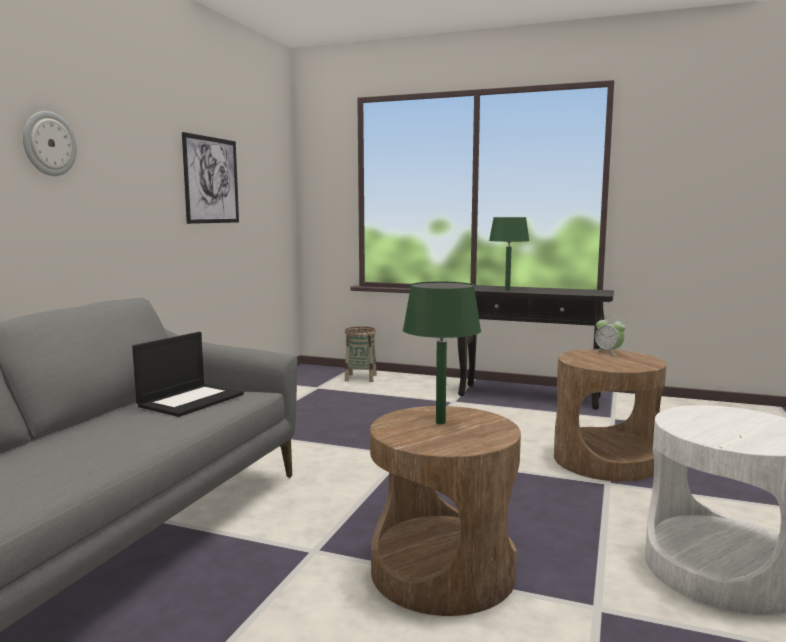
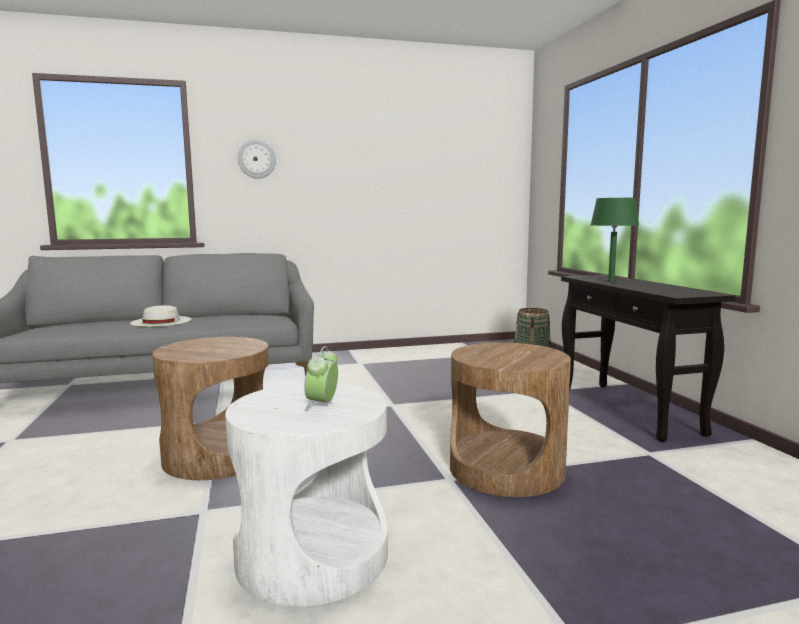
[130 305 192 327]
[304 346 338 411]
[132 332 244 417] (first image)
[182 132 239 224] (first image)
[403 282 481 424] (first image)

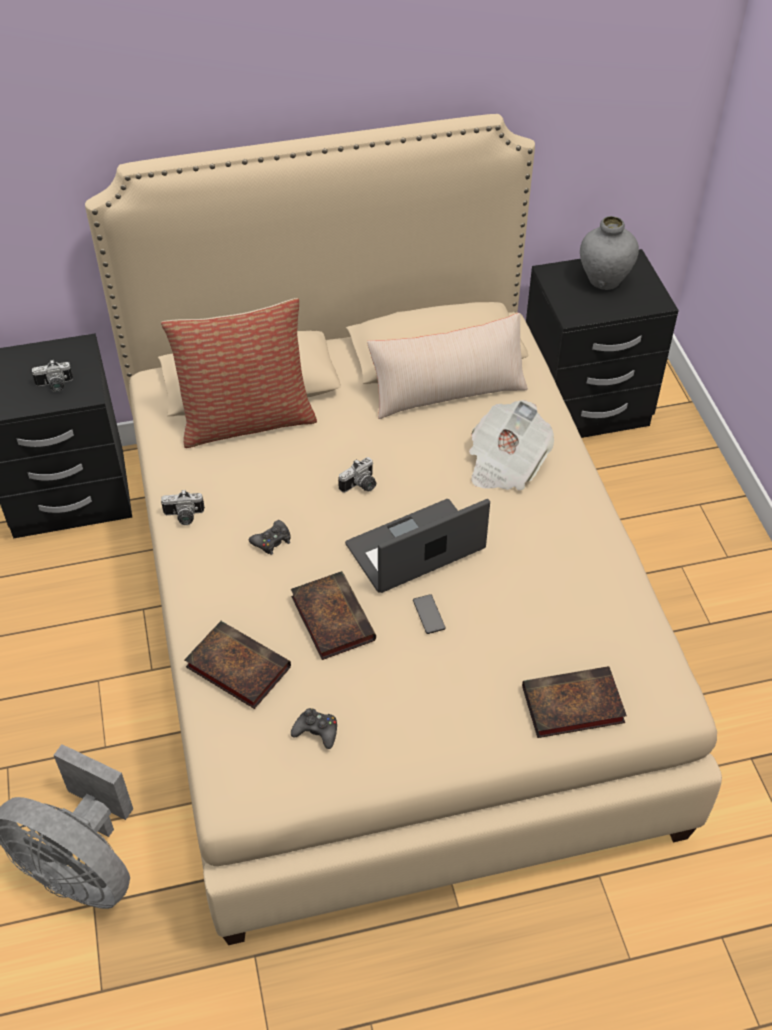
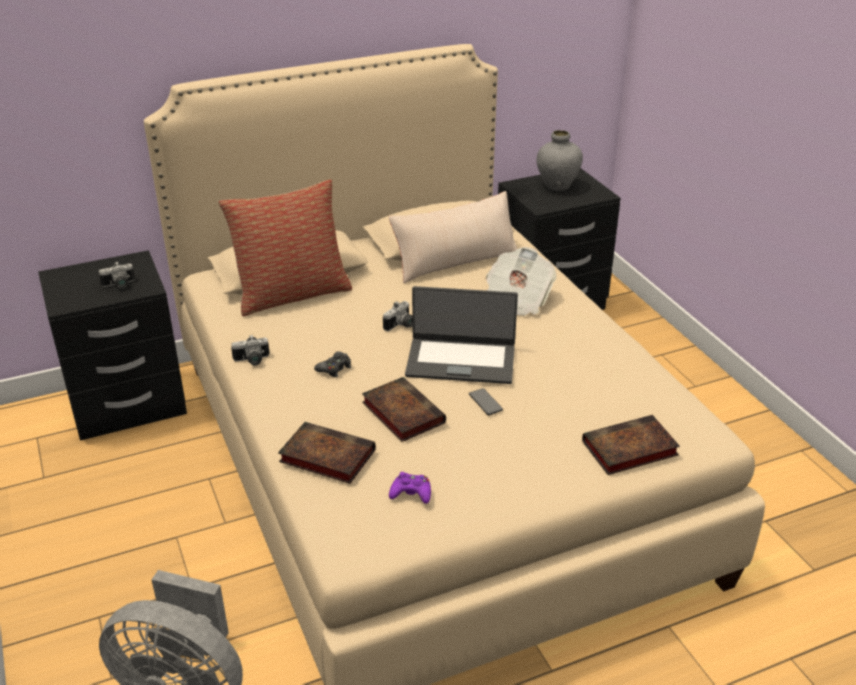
[389 472 431 504]
[405 286 518 384]

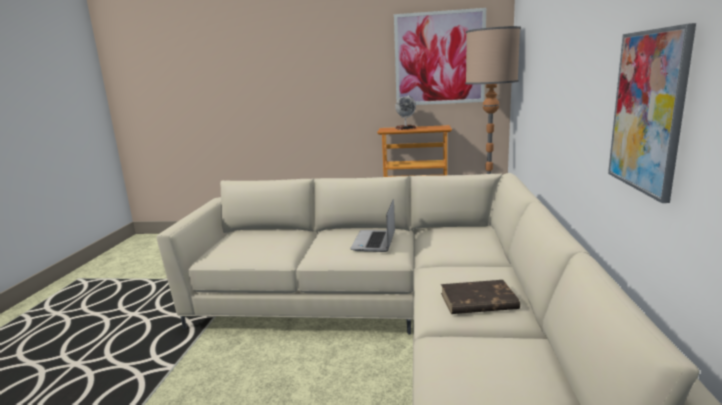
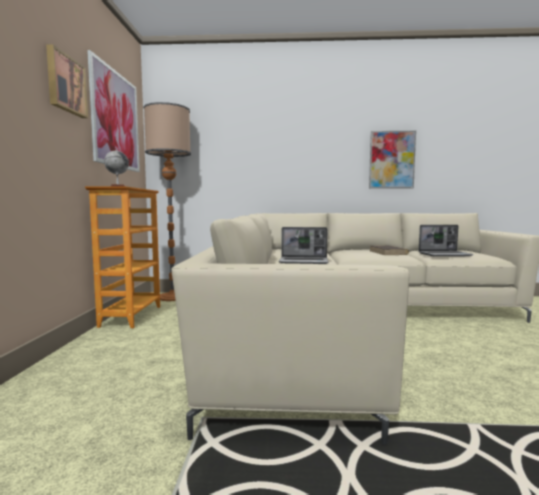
[46 44 88 118]
[419 225 474 256]

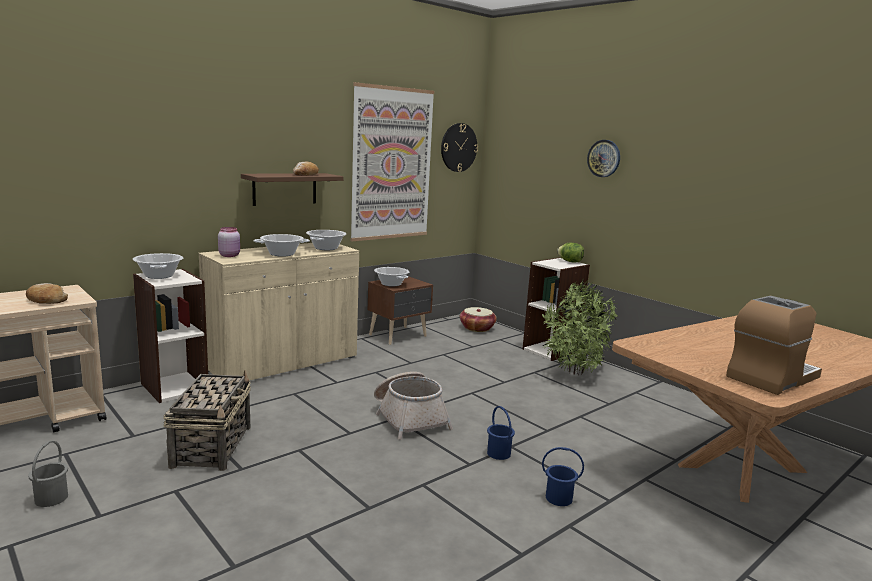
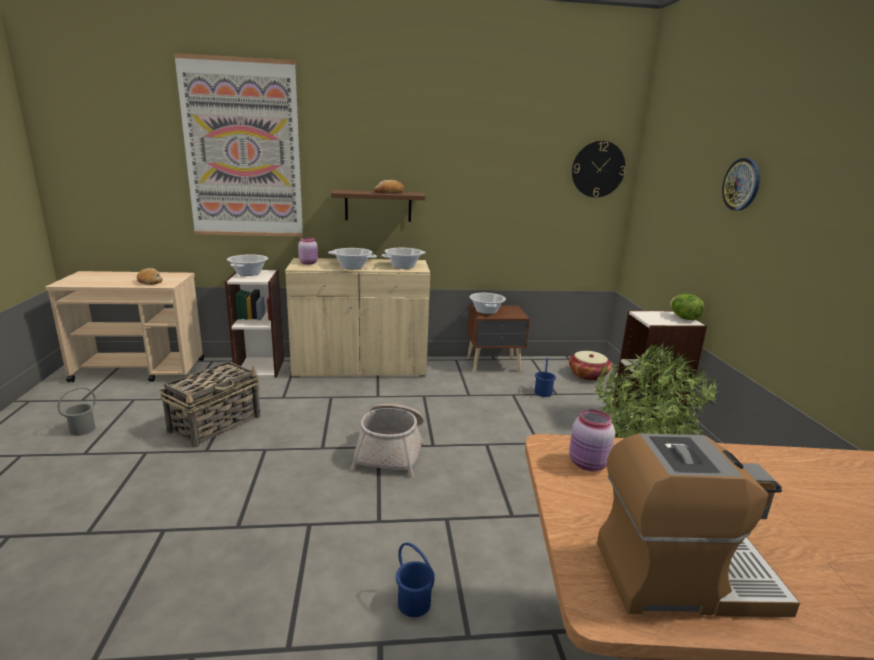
[174 53 303 237]
[535 357 556 397]
[569 409 615 471]

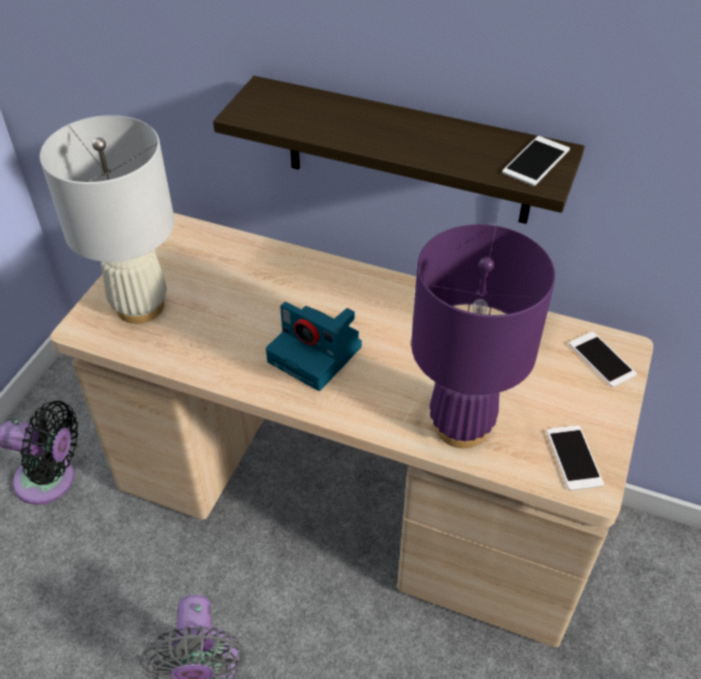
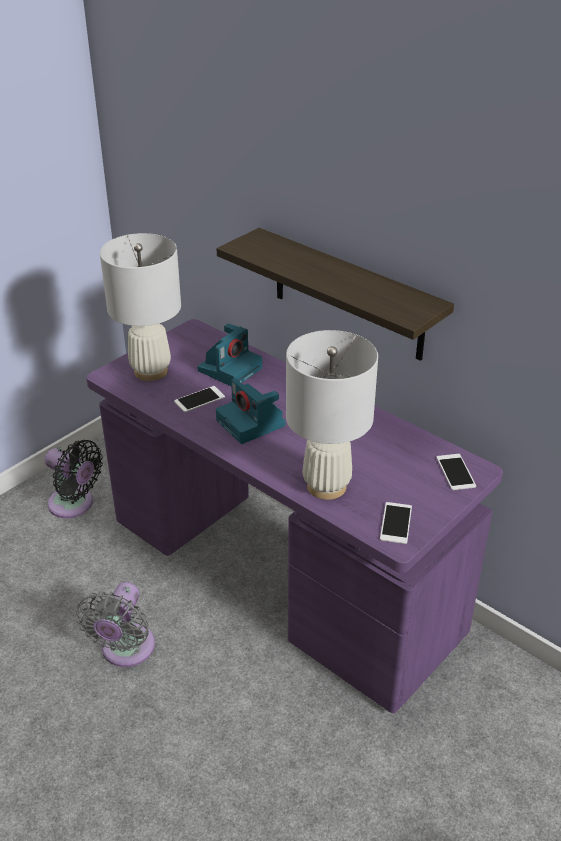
[86 319 503 713]
[174 386 225 412]
[197 323 262 386]
[286 330 378 500]

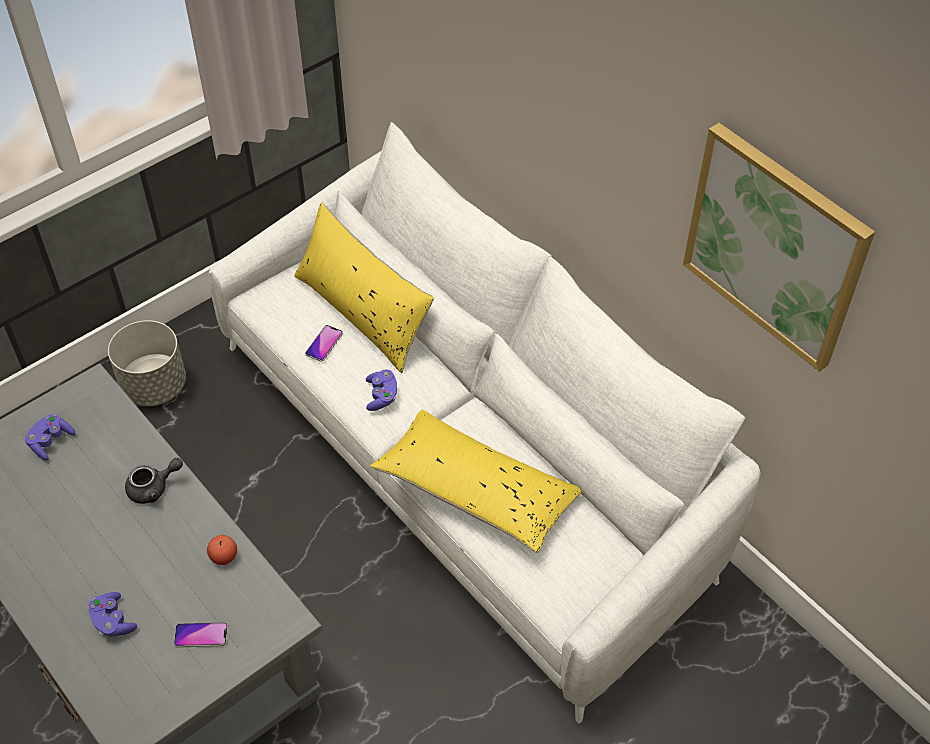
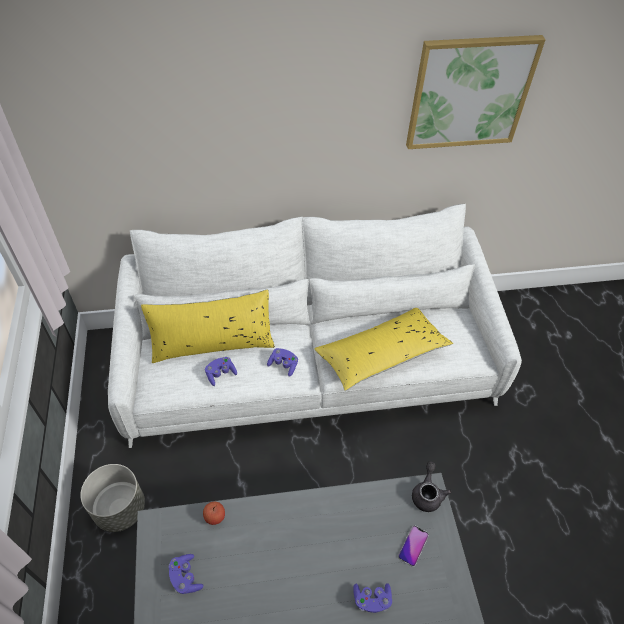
[203 502 225 525]
[205 357 237 386]
[412 461 452 512]

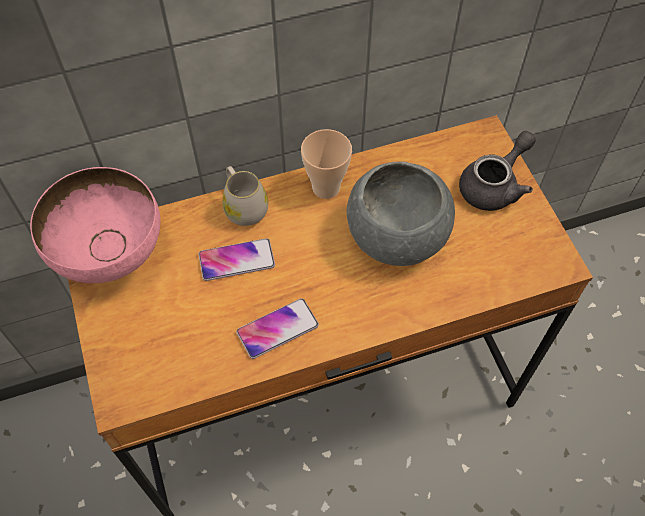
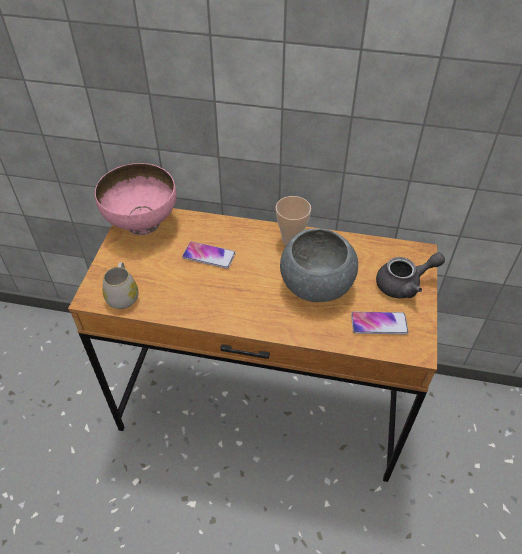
[103 262 138 309]
[351 312 408 334]

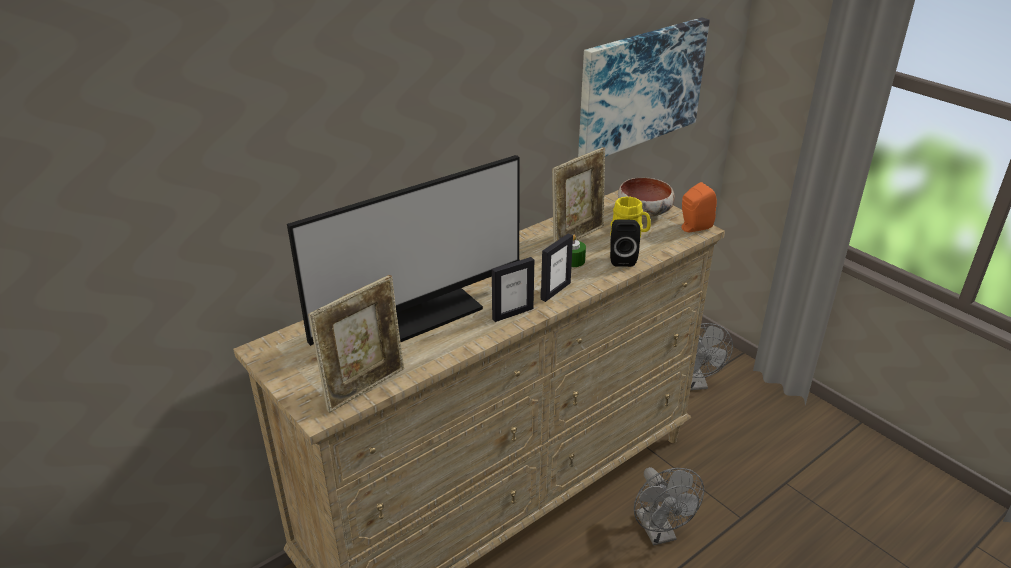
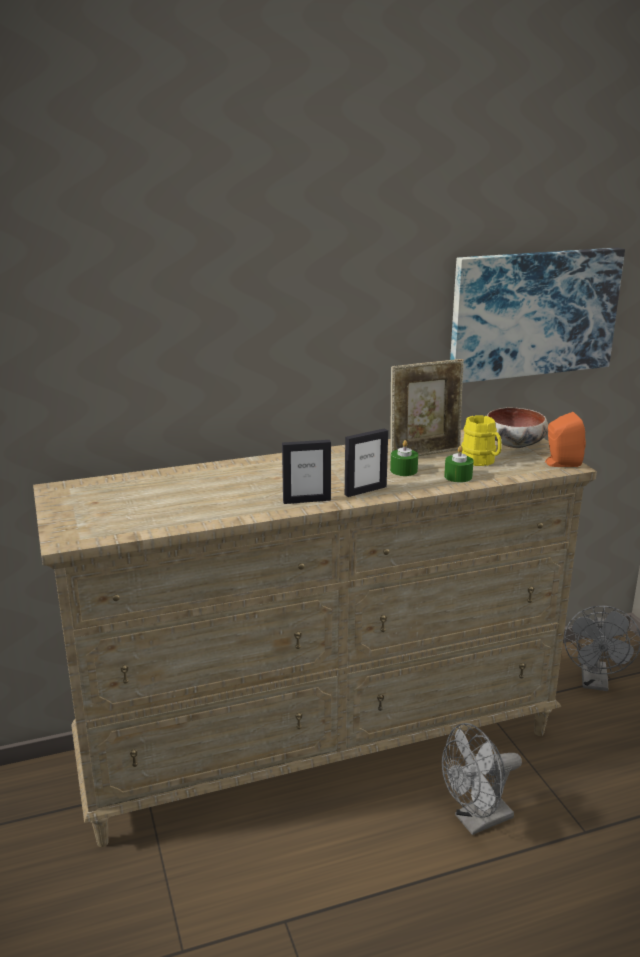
[442 723 522 835]
[444 446 474 483]
[287 155 520 346] (first image)
[308 275 404 413] (first image)

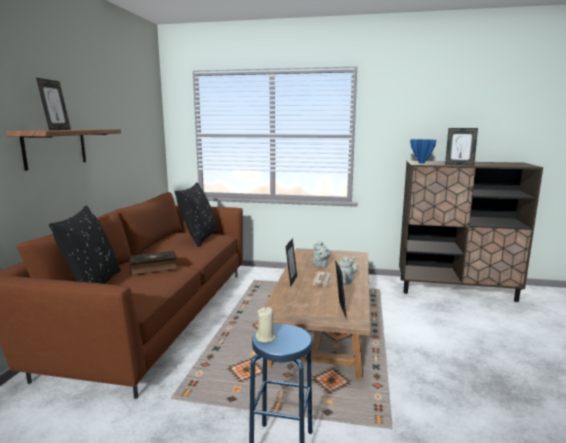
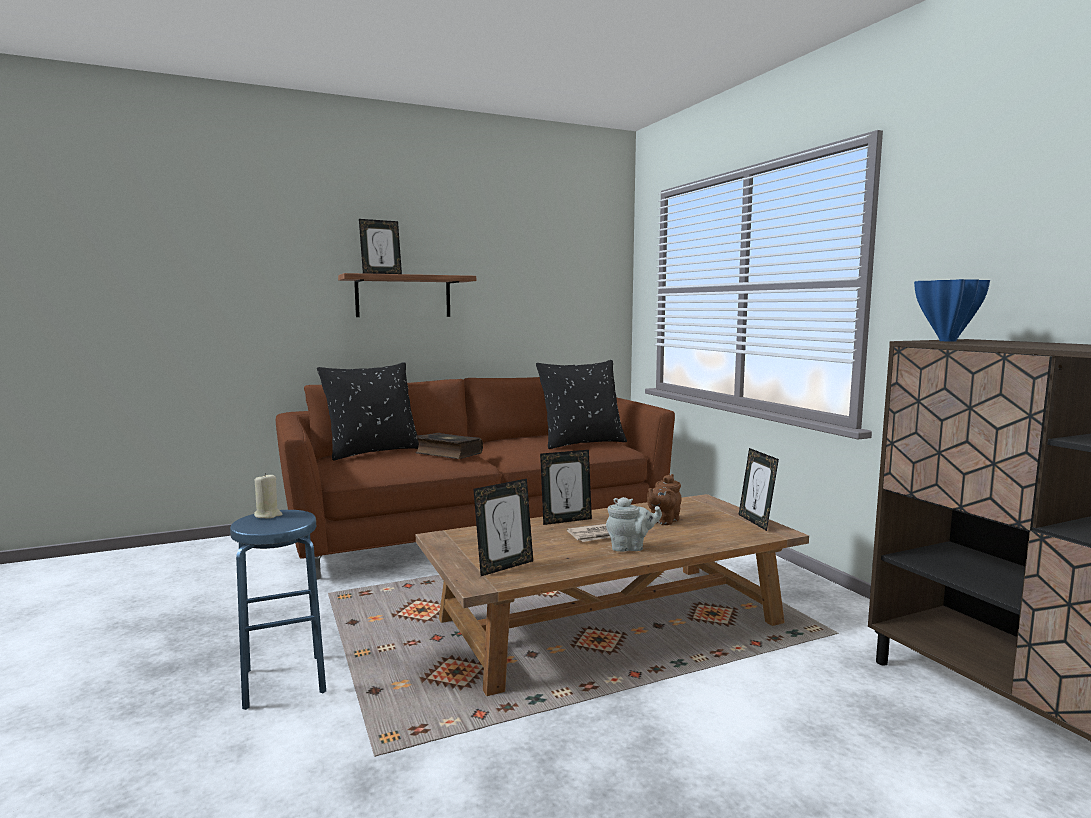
[647 474 682 525]
[739 448 779 531]

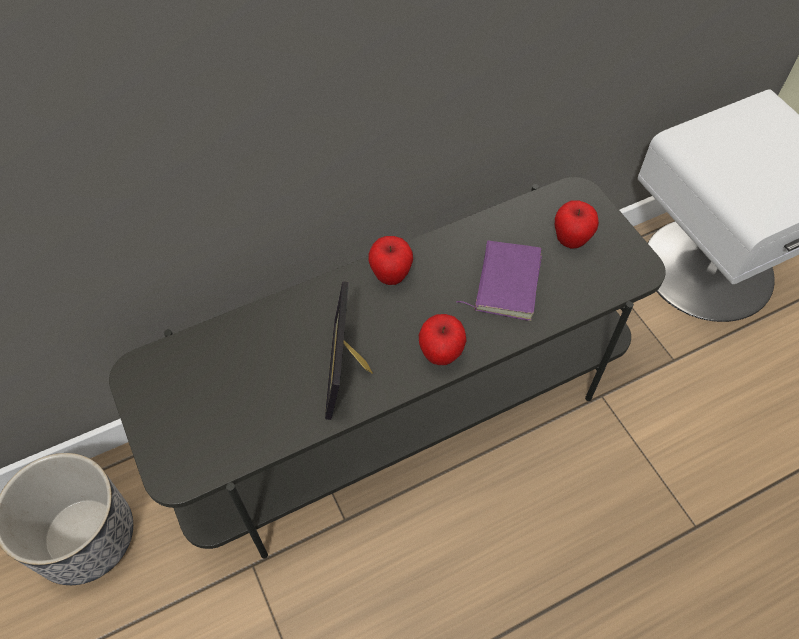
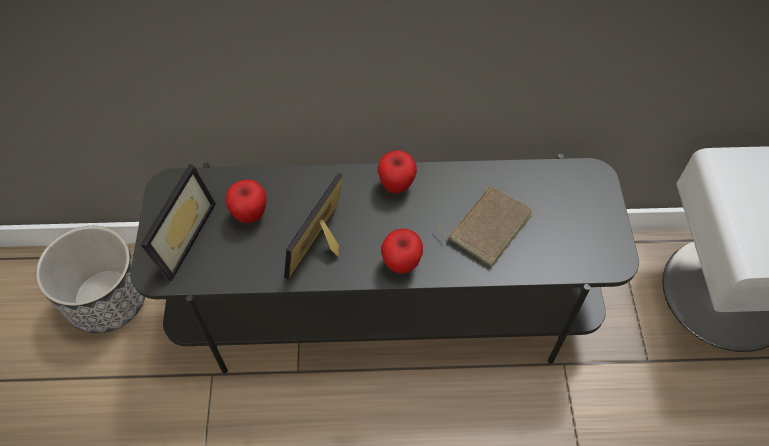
[140 164 216 281]
[226 179 267 223]
[435 186 532 266]

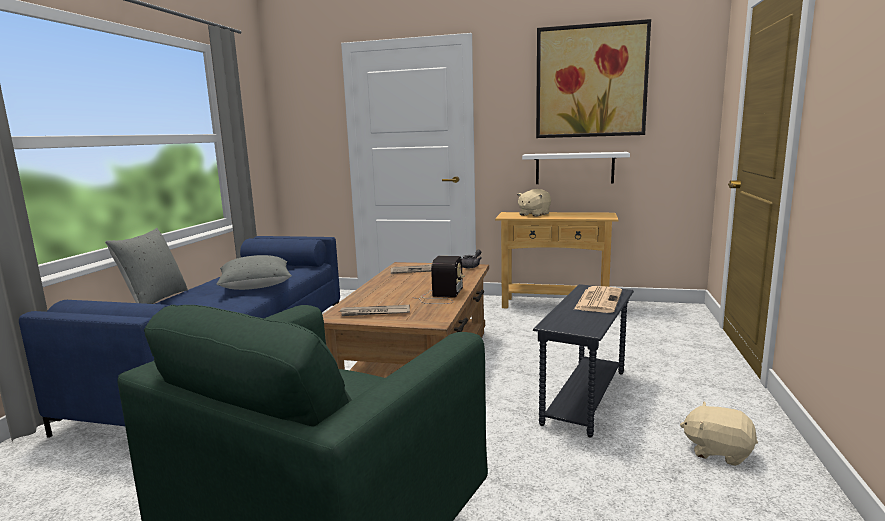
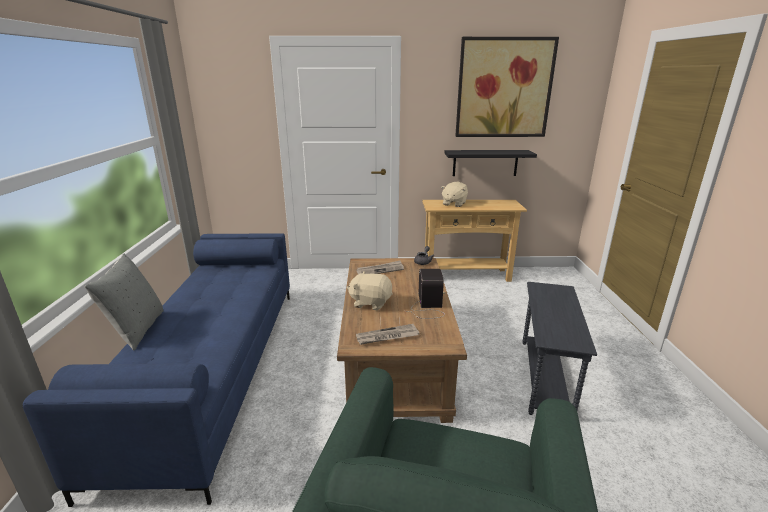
[347 271 392 311]
[444 150 537 176]
[216 255 292 290] (first image)
[574 286 622 313] (first image)

